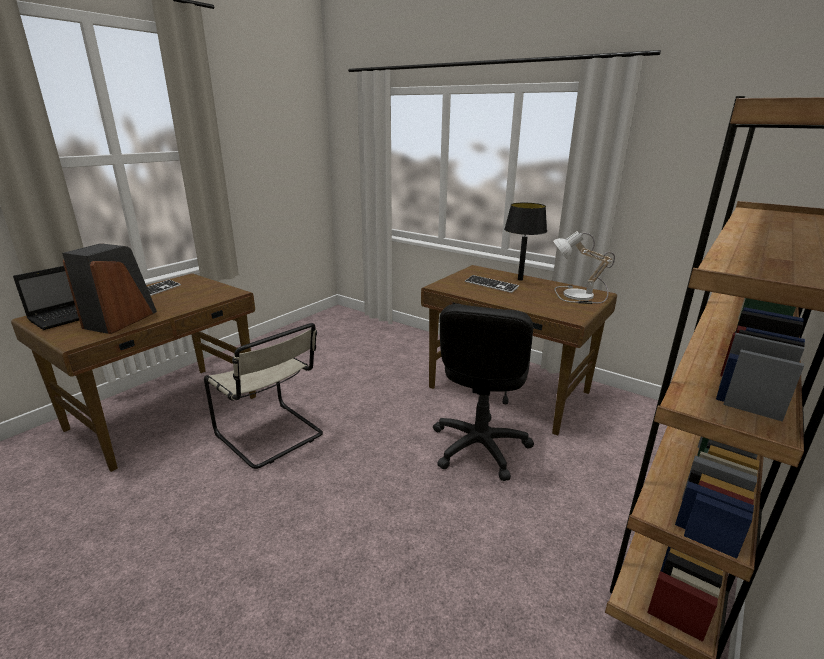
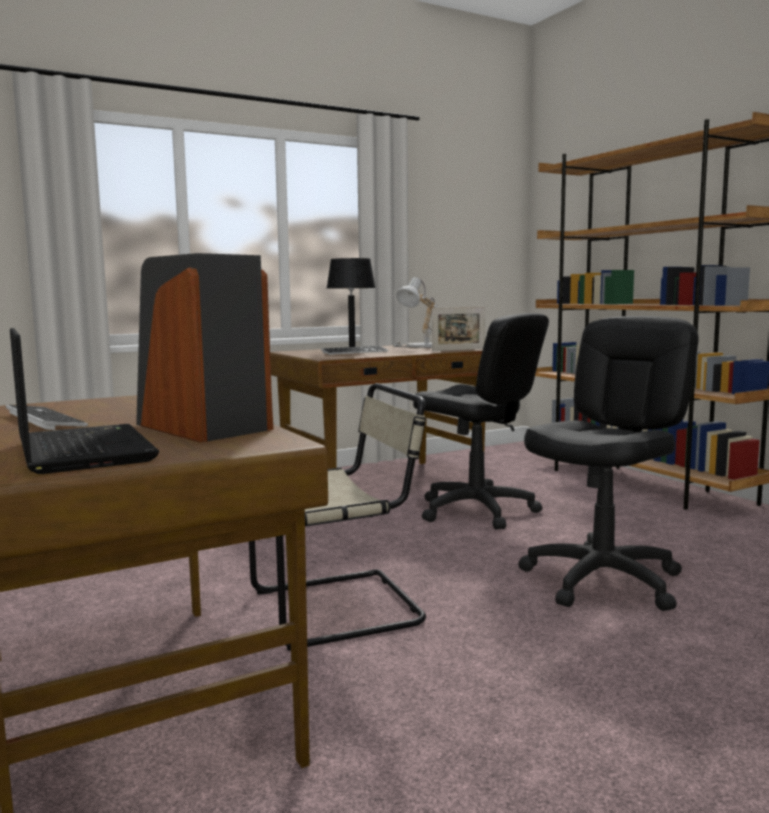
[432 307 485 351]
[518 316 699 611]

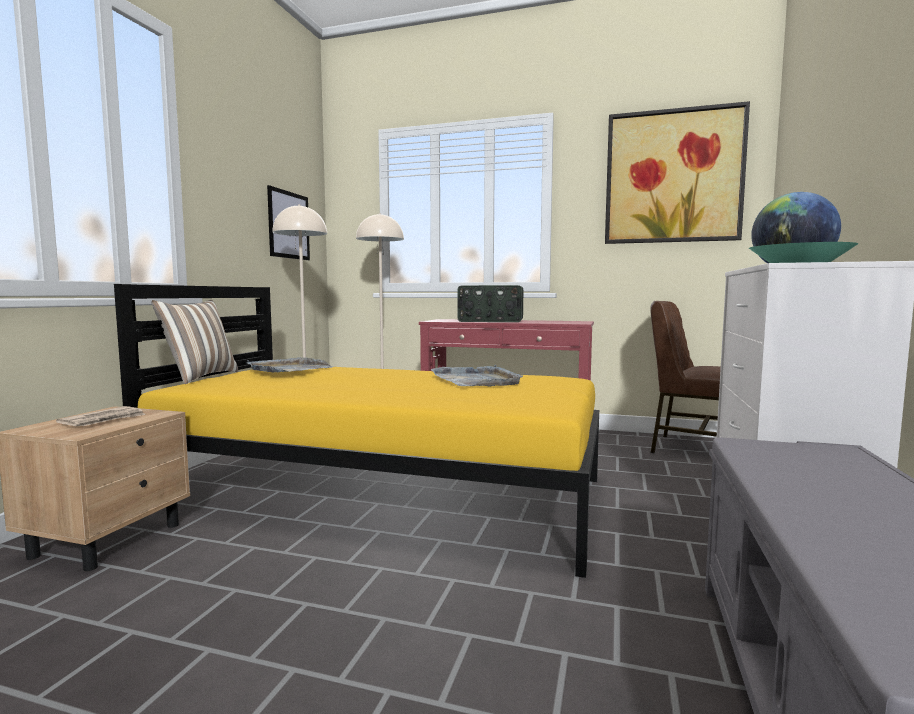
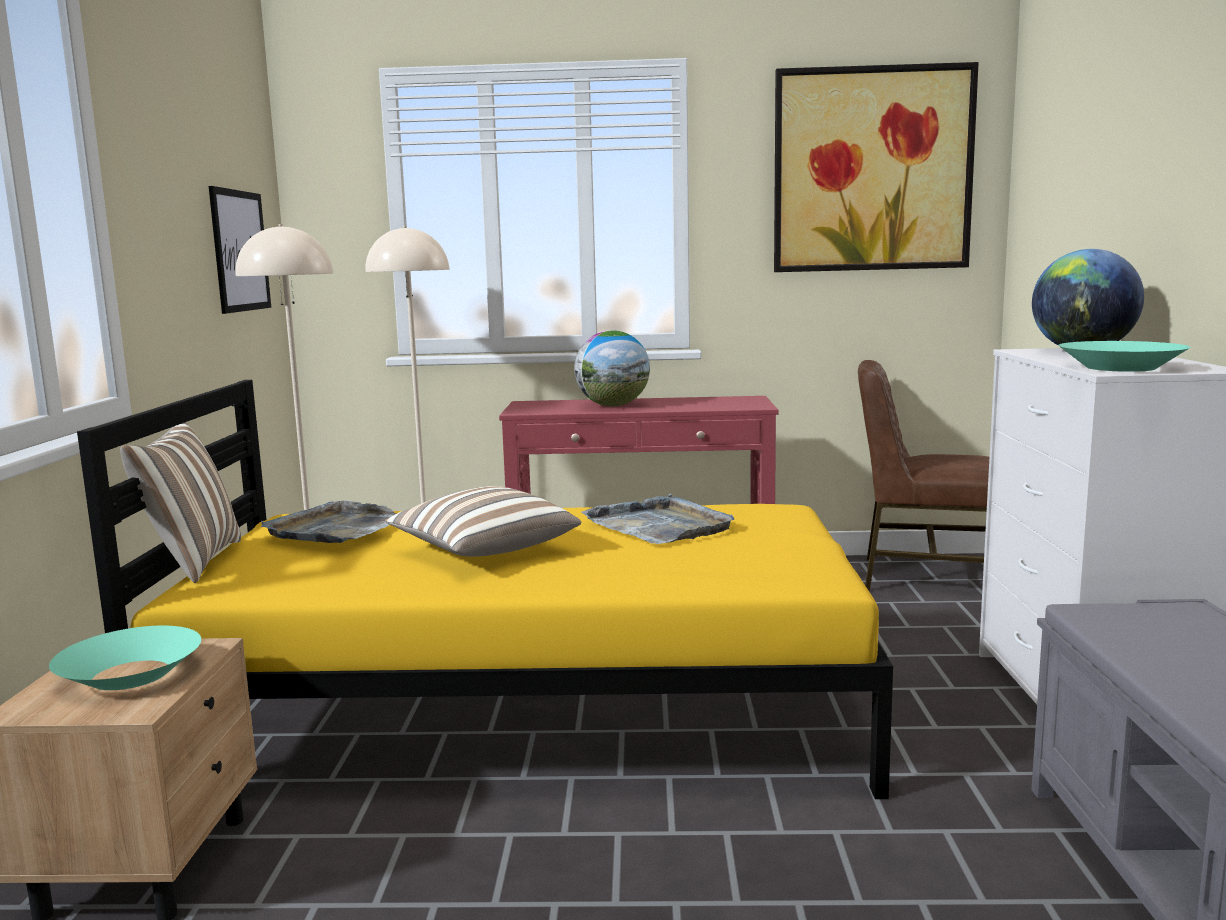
[49 626 201 690]
[385 486 581 557]
[574 330 650 406]

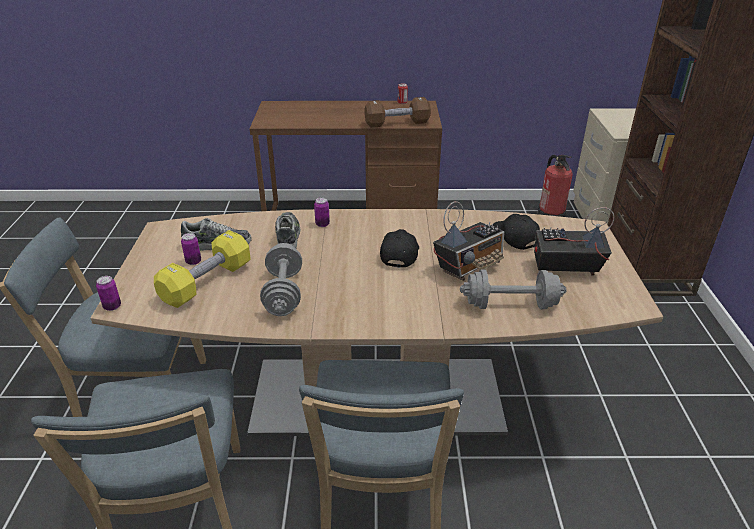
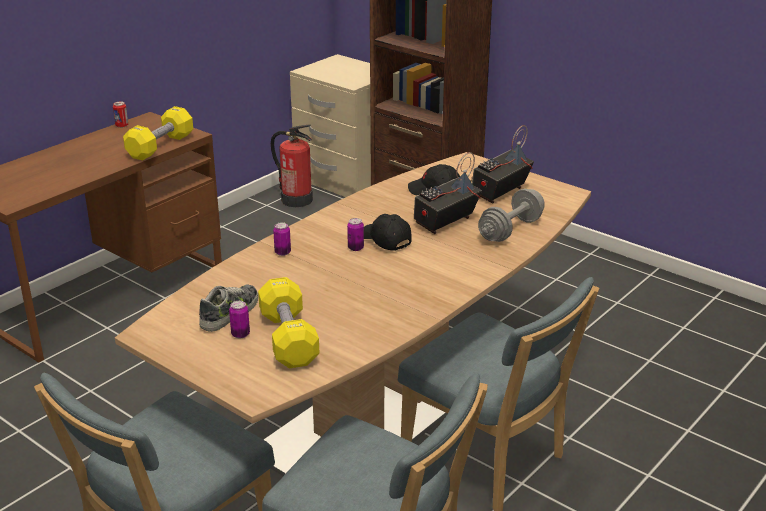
[123 106 193 160]
[347 218 364 251]
[414 152 482 234]
[260 243 302 316] (first image)
[275 212 300 249] (first image)

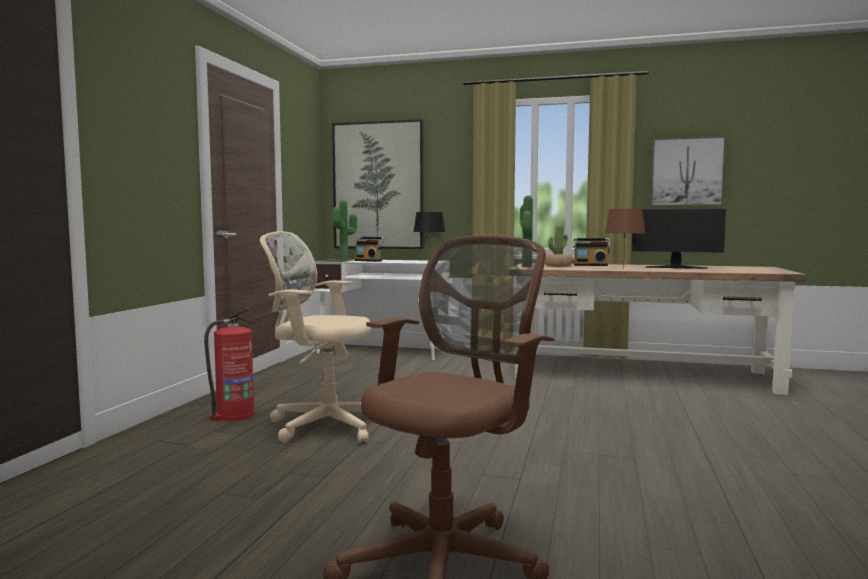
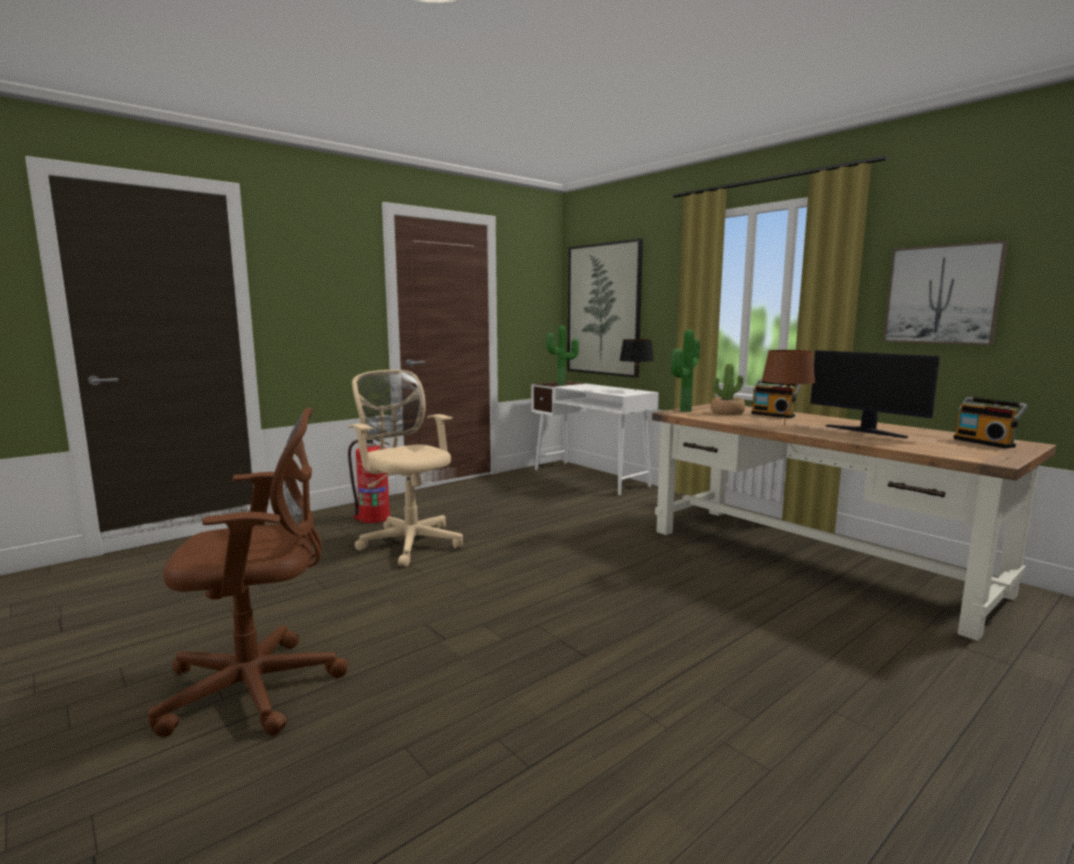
[953 397 1028 448]

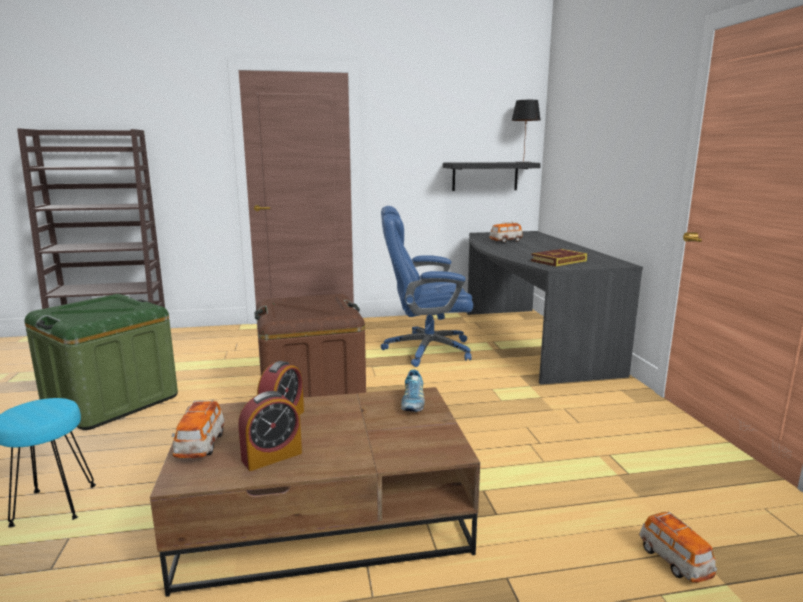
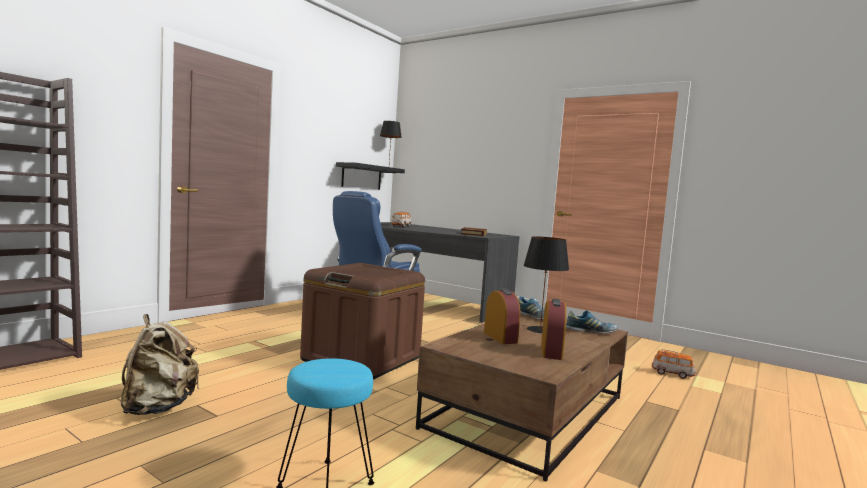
[121 314 199 415]
[523 236 569 333]
[566 310 618 333]
[172 400 225 458] (first image)

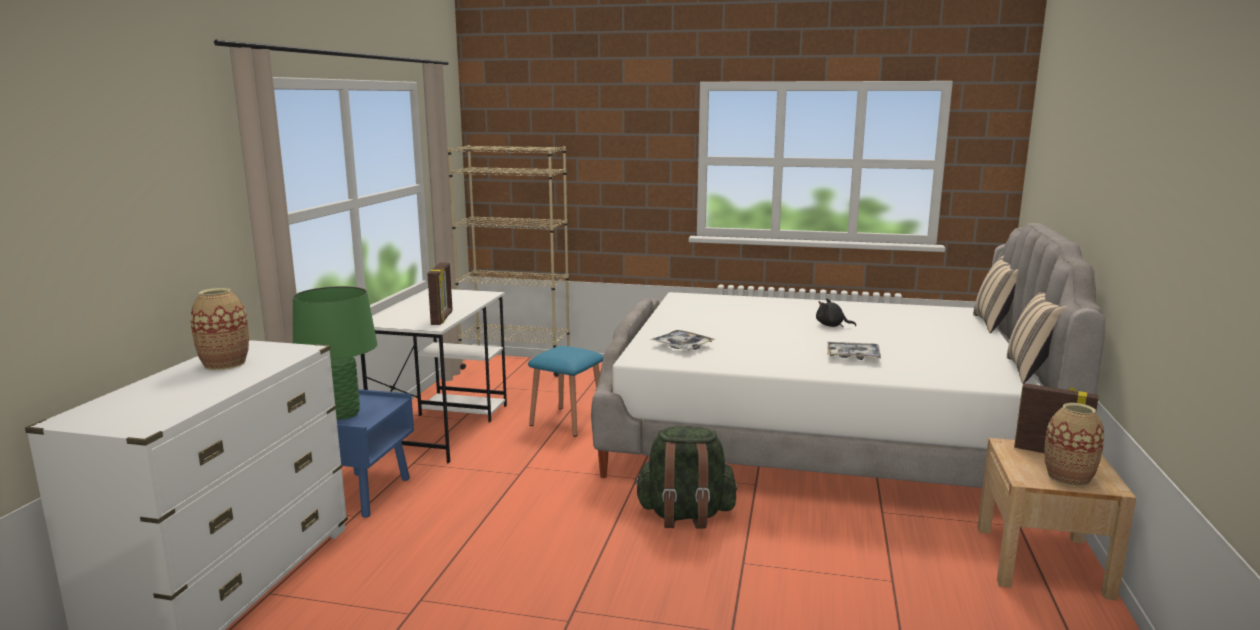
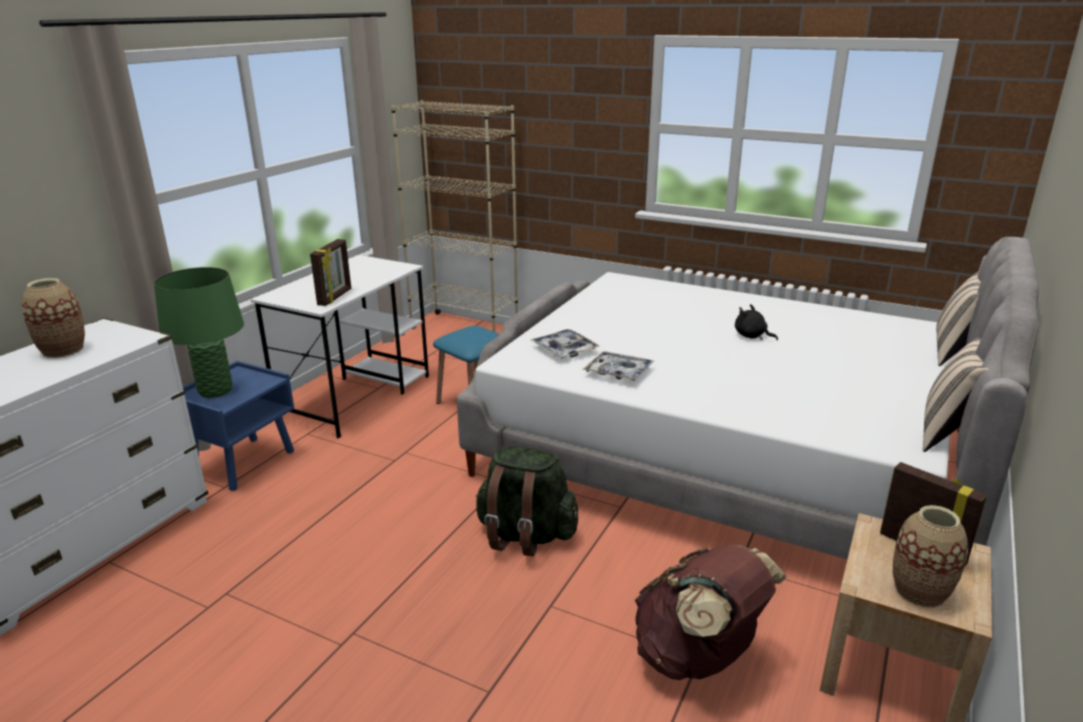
[582 351 654 381]
[635 544 787 680]

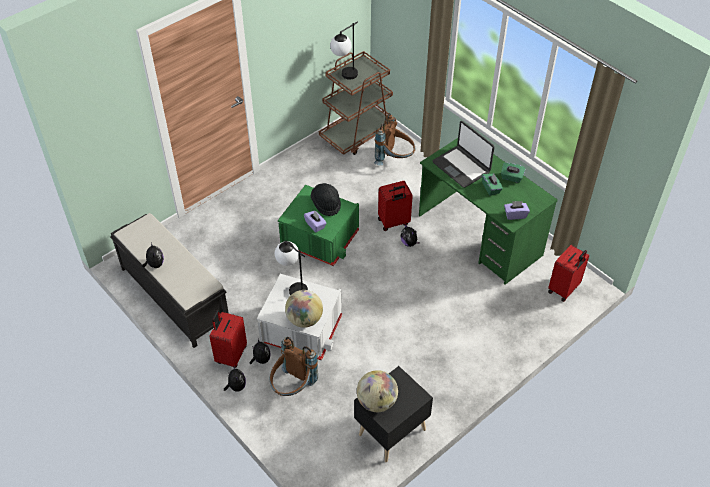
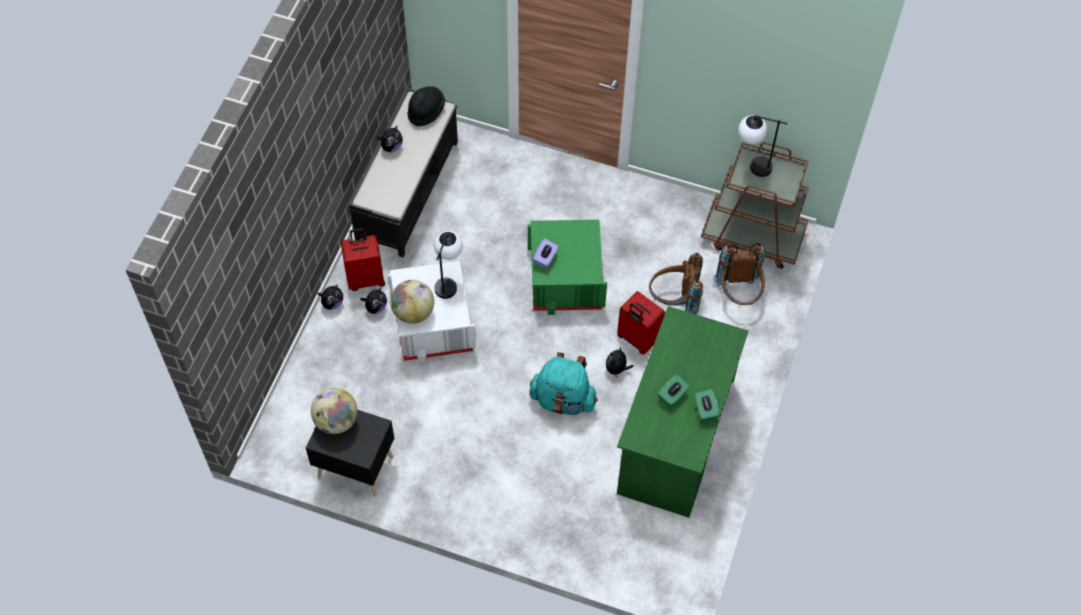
[408 86 445 126]
[529 352 598 415]
[649 253 703 314]
[433 121 495 188] (first image)
[504 201 530 220] (first image)
[548 245 589 302] (first image)

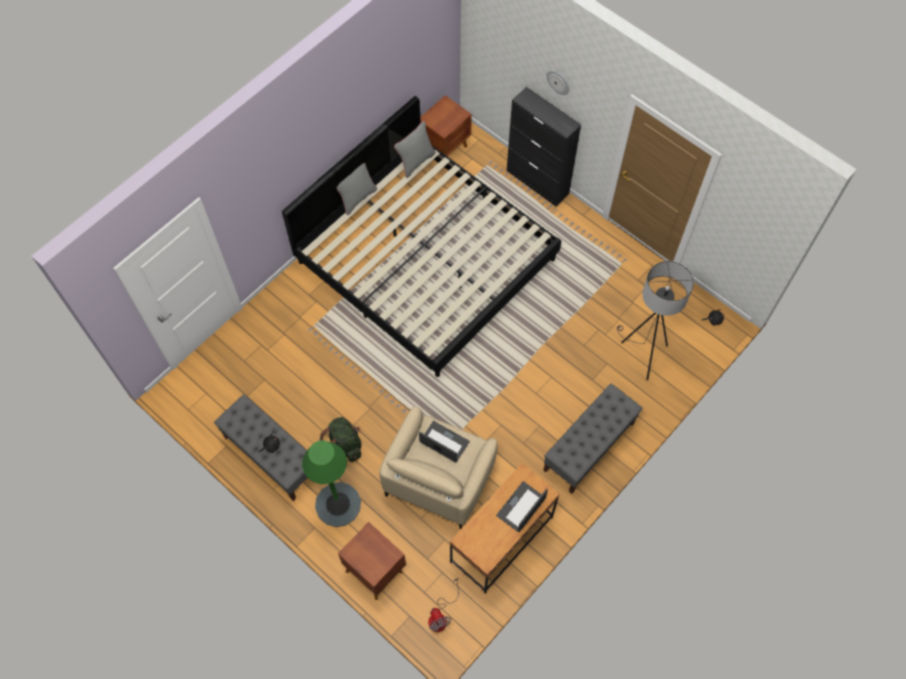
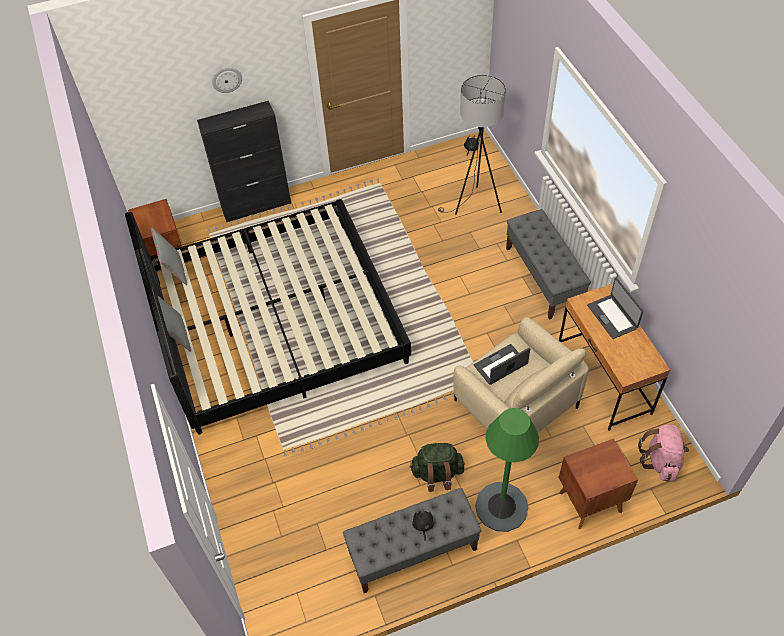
[638 425 689 482]

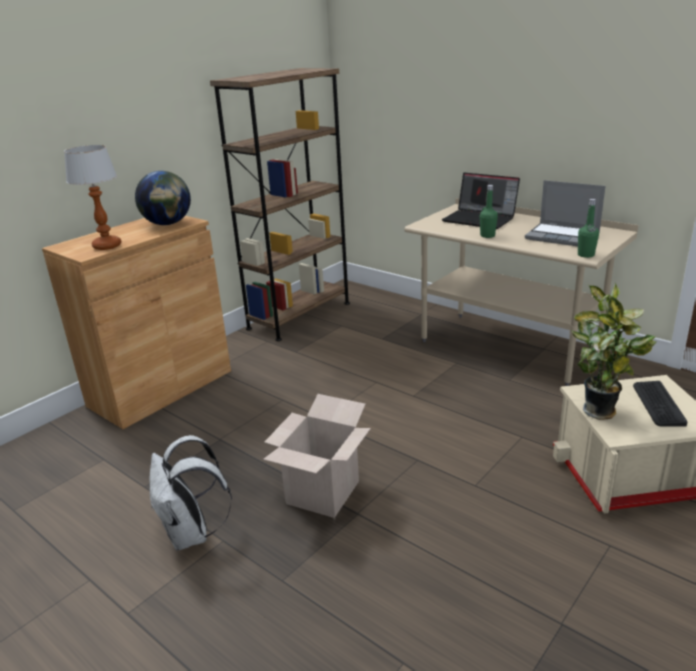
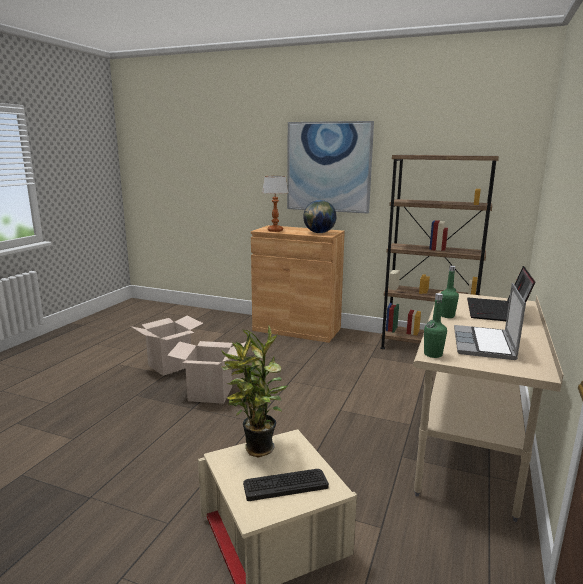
[131 316 203 376]
[287 121 374 213]

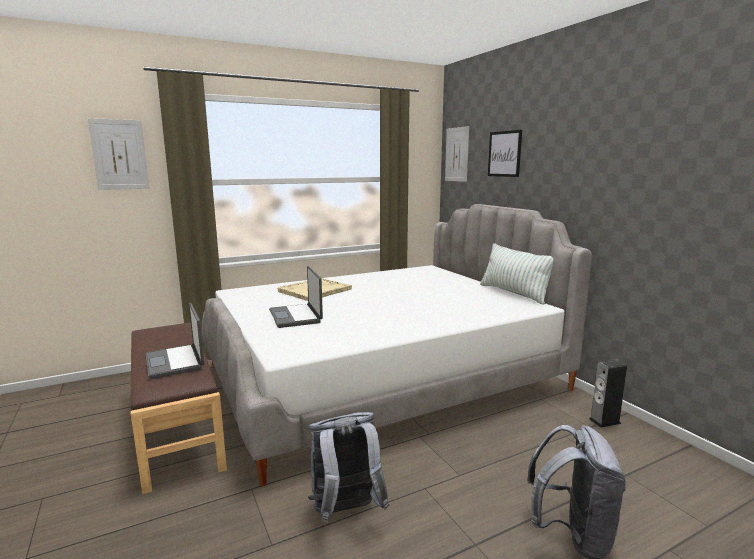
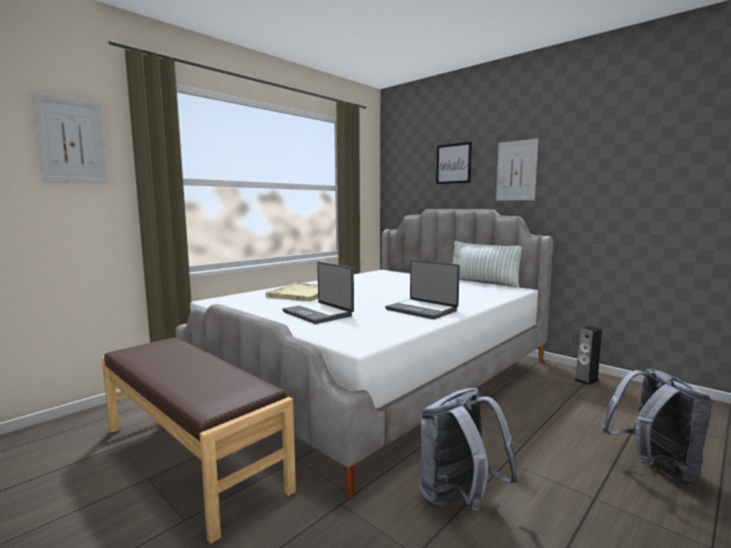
[385 260 460 319]
[496 139 538 201]

